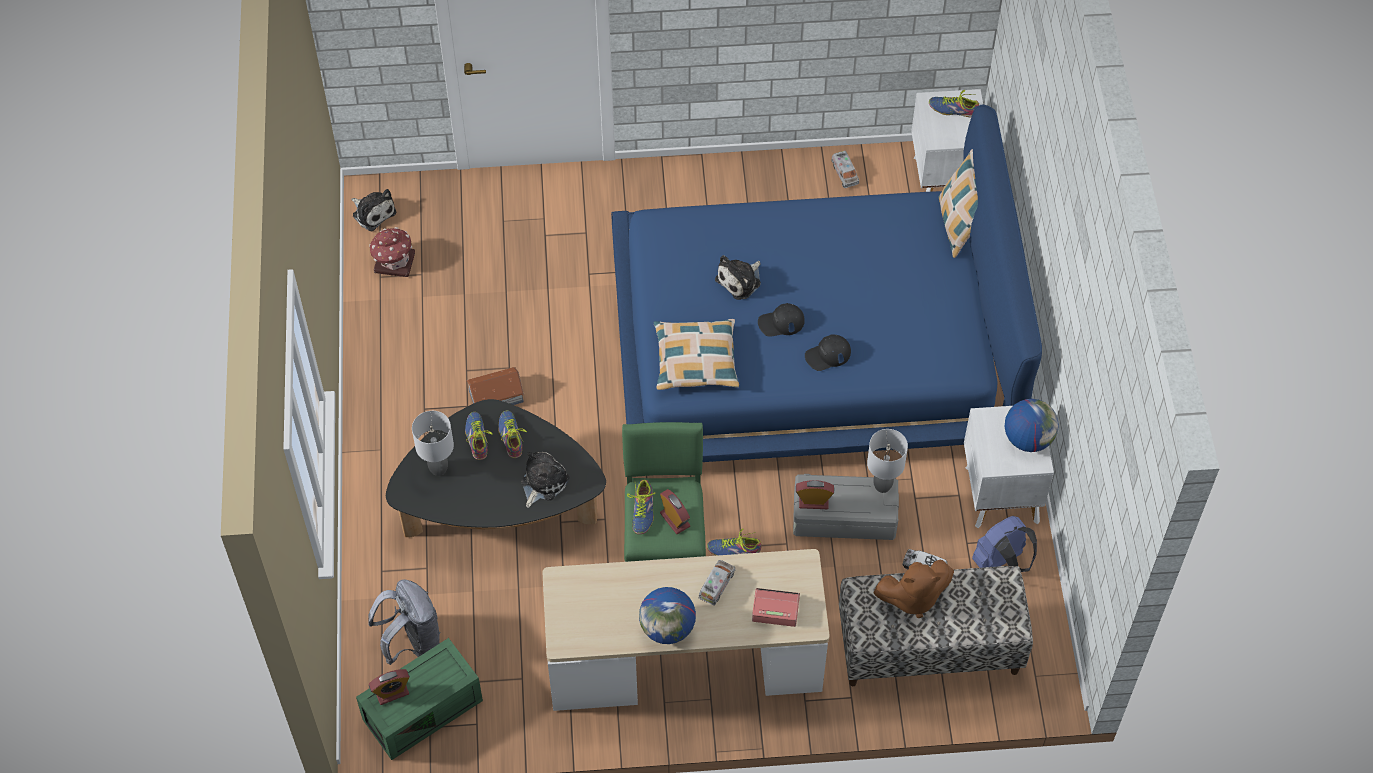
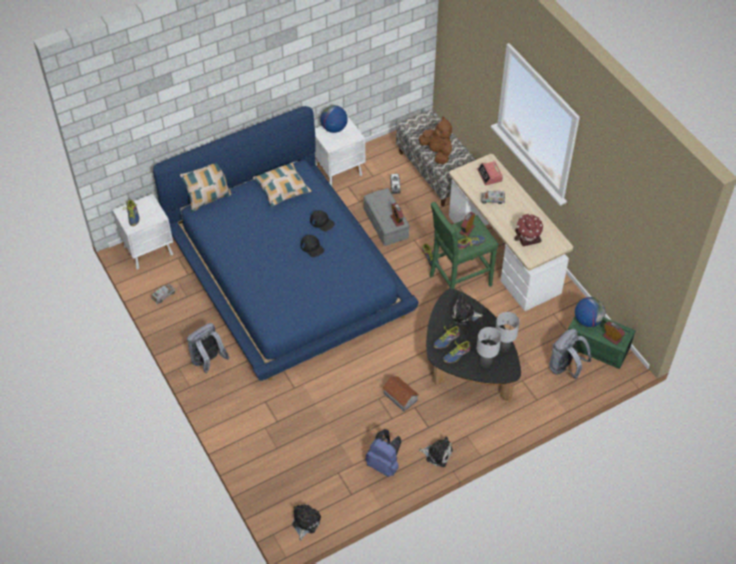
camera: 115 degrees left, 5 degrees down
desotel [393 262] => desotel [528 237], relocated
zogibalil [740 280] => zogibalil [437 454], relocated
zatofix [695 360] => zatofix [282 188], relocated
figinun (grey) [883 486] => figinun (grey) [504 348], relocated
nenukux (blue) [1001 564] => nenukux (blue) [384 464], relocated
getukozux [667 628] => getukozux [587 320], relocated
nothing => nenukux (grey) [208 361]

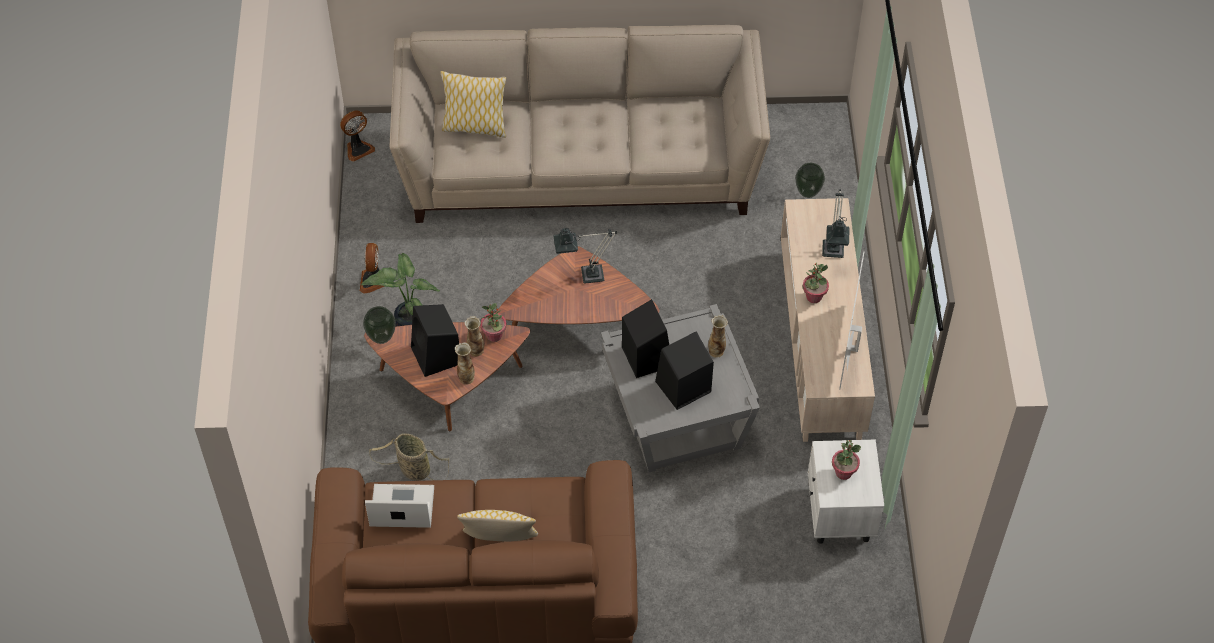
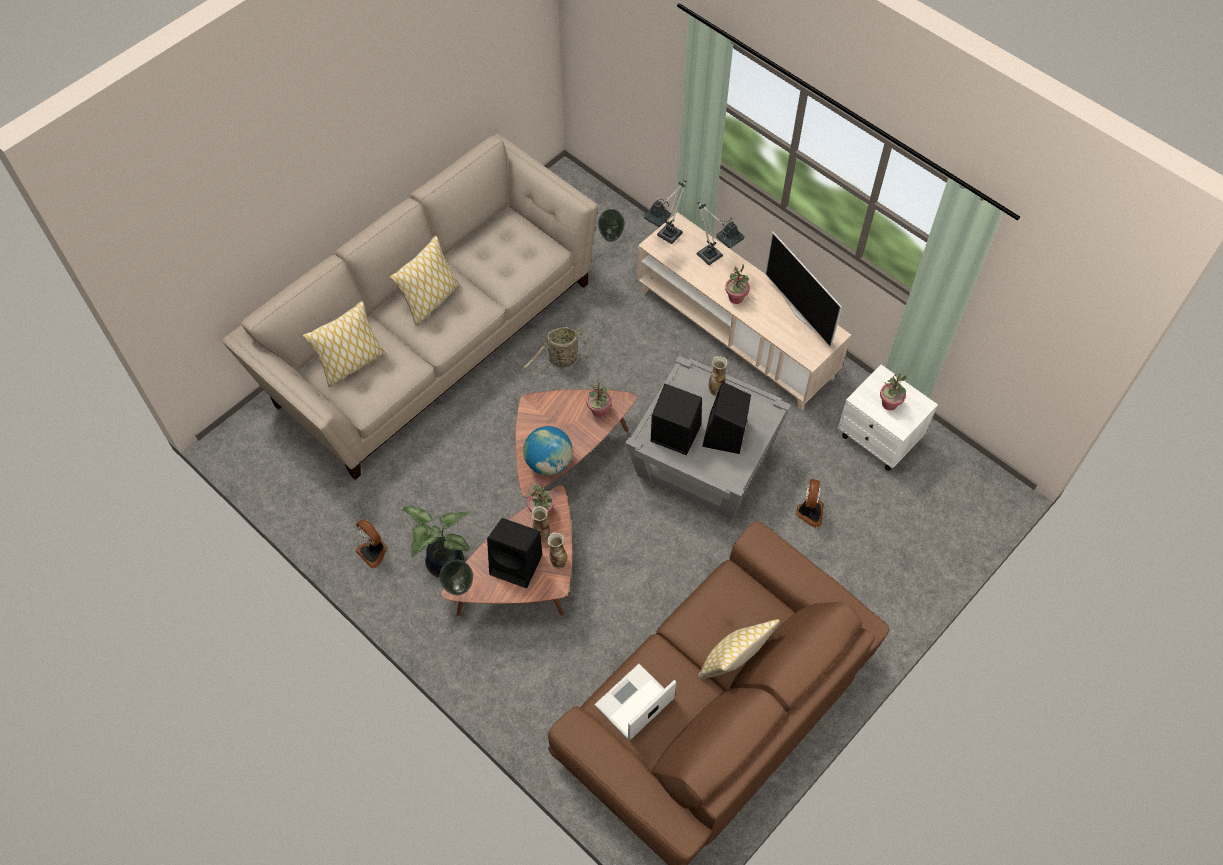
camera: 45 degrees left, 5 degrees up
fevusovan [358 149] => fevusovan [809 512], relocated
figinun [586 275] => figinun [666 238], relocated
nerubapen [412 470] => nerubapen [561 360], relocated
nothing => zatofix [431 301]
nothing => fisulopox [599 411]
nothing => getukozux [549 462]

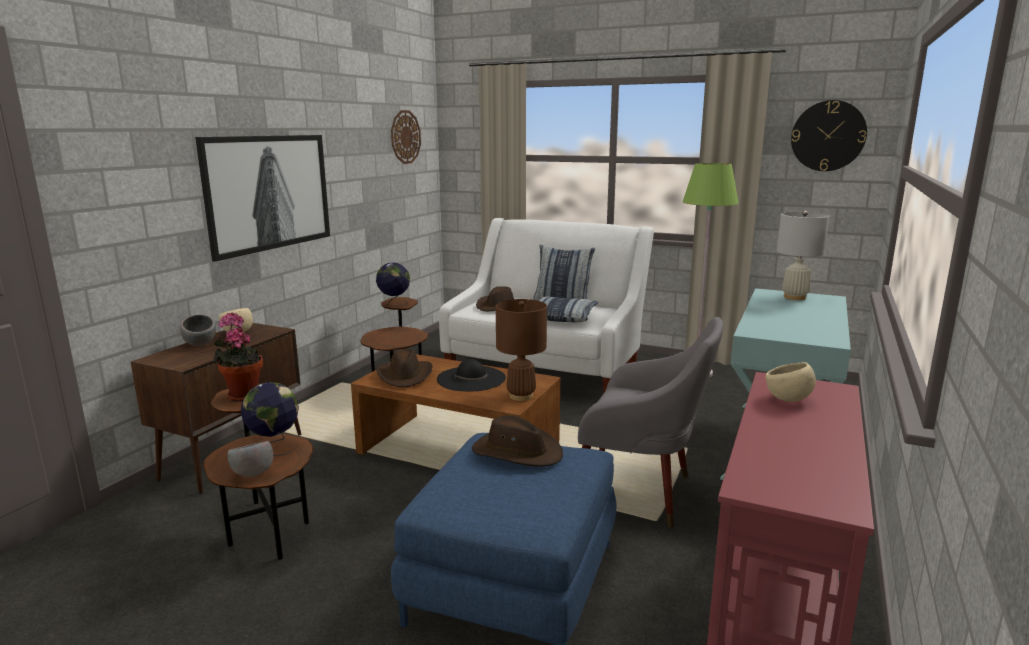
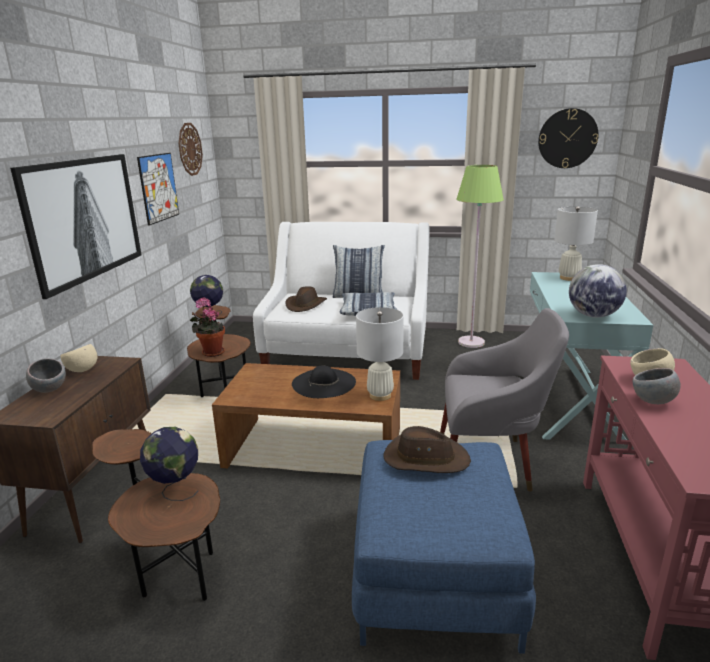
camera: 15 degrees left, 5 degrees up
figinun (brown) [521 396] => figinun (white) [380 395]
fisulopox [242 395] => fisulopox [211 352], relocated
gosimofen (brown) [405 376] => nothing
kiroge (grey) [253 474] => kiroge (grey) [653 402], relocated
nothing => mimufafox [158 187]
nothing => getukozux [593 316]

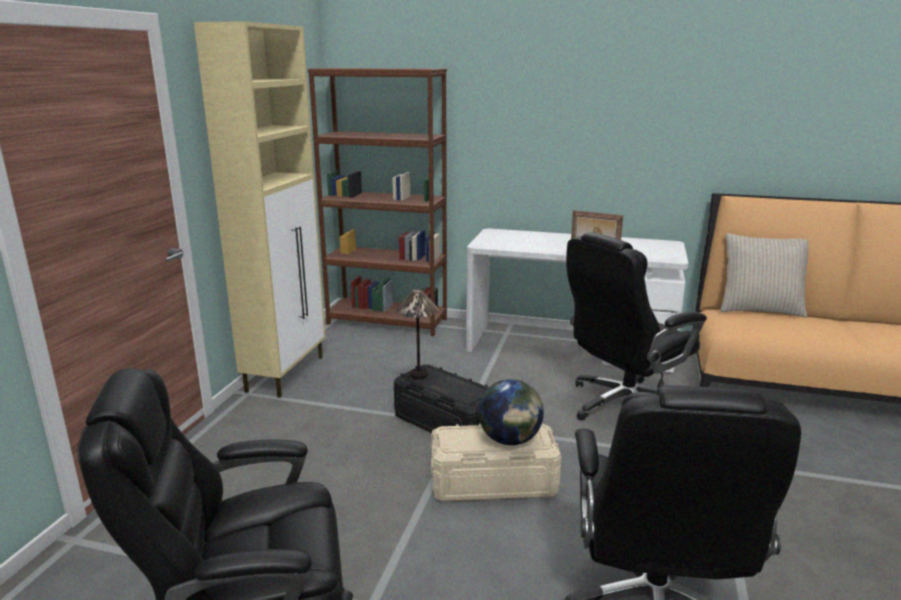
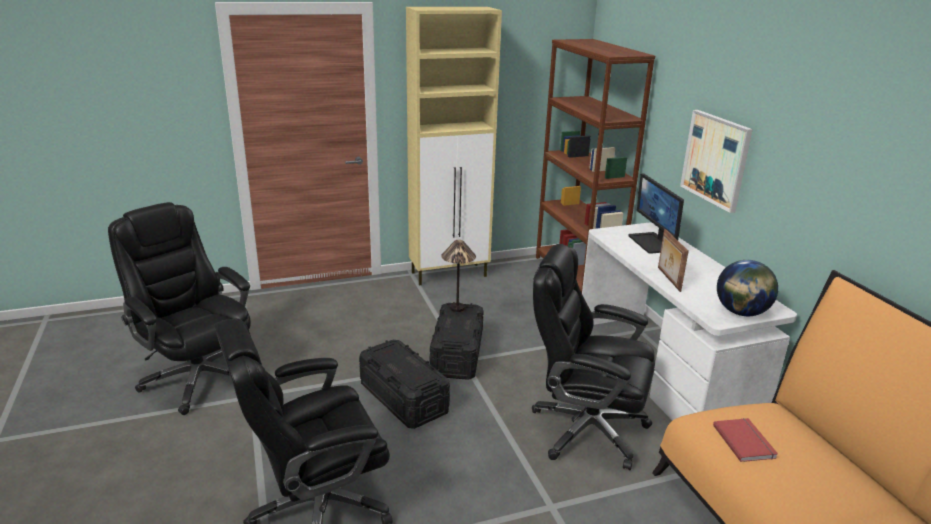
camera: 55 degrees right, 5 degrees up
zatofix (beige) [759 310] => nothing
getukozux [510 440] => getukozux [741 312], relocated
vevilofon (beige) [493 482] => vevilofon (black) [403 398]
nothing => mimufafox [716 159]
nothing => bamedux [652 243]
nothing => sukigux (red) [745 441]

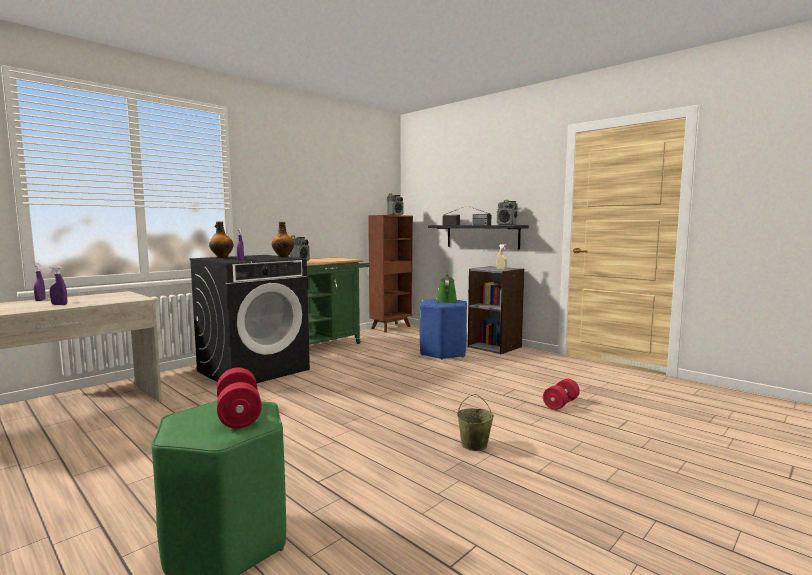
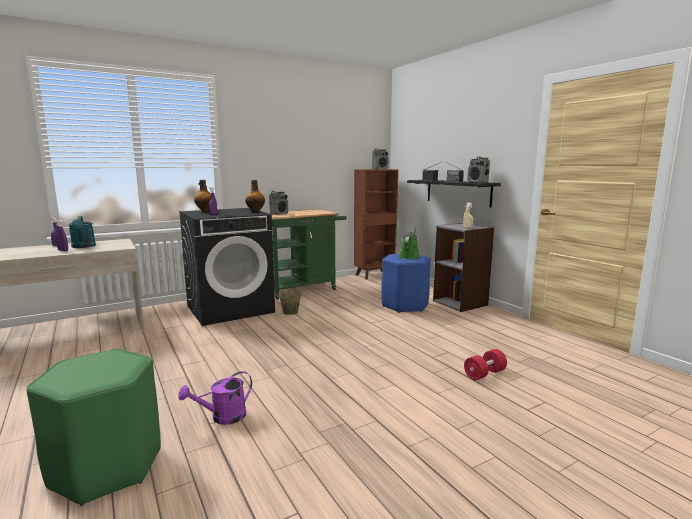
camera: 15 degrees right, 5 degrees up
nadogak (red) [239 414] => nothing
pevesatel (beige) [474 445] => pevesatel (beige) [290 312], relocated
nothing => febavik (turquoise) [83 246]
nothing => febavik (purple) [222 417]

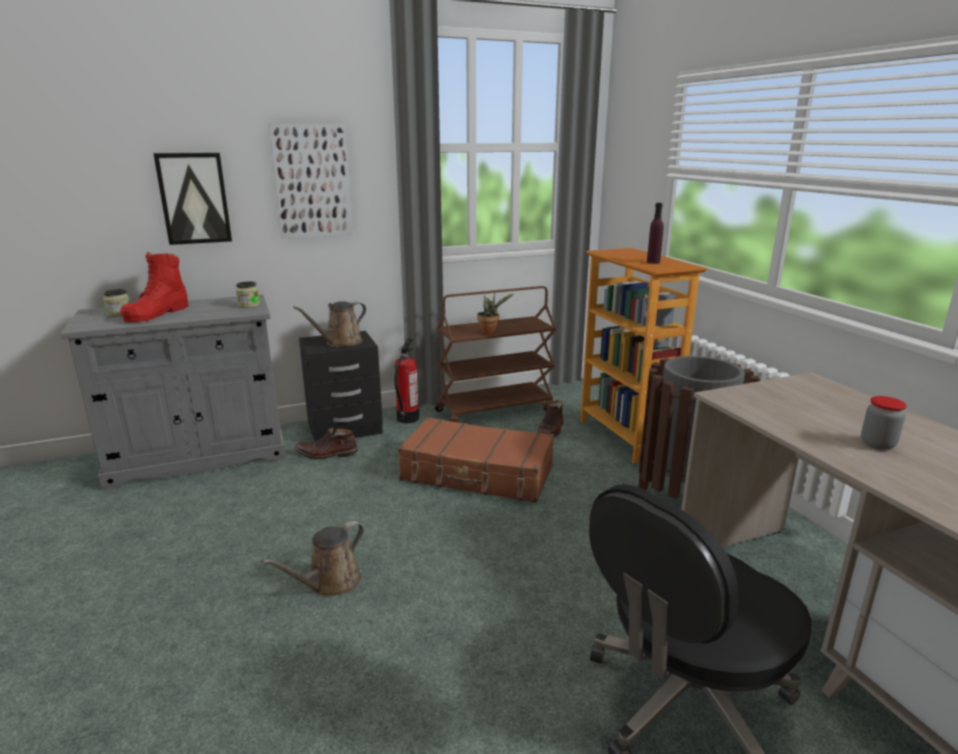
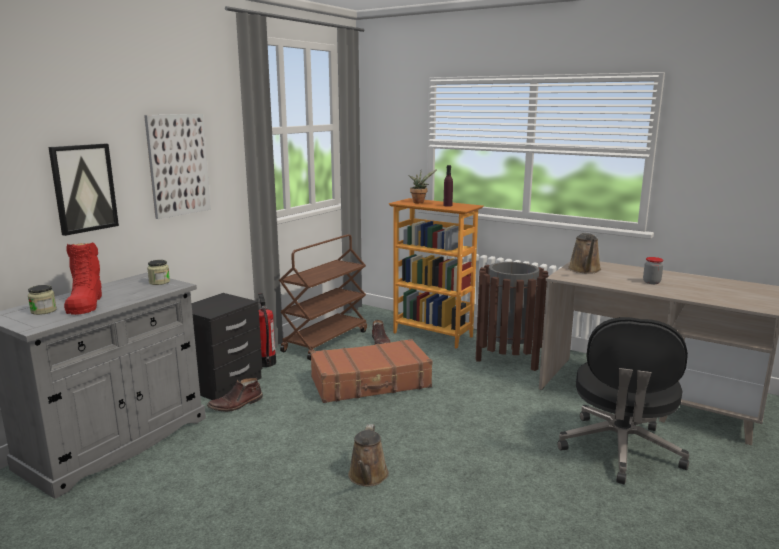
camera: 35 degrees left, 5 degrees down
fisulopox [490 331] => fisulopox [419 202], relocated
febavik (brown) [340 342] => febavik (brown) [585 270], relocated

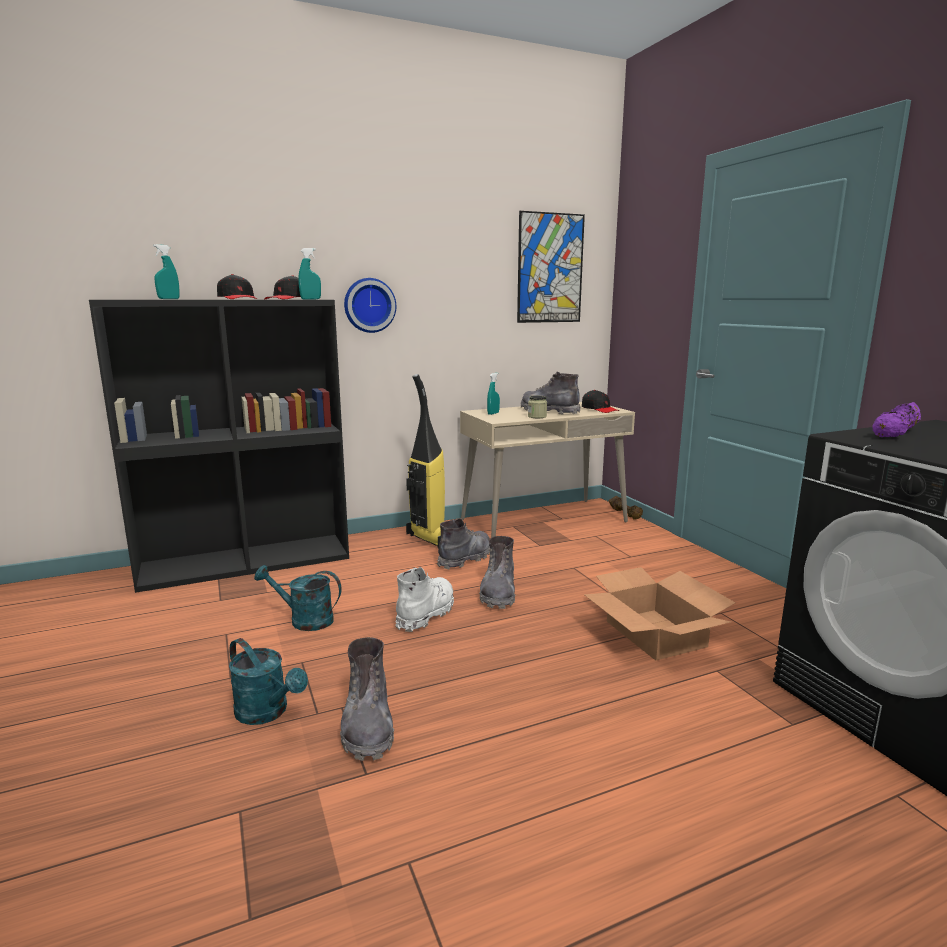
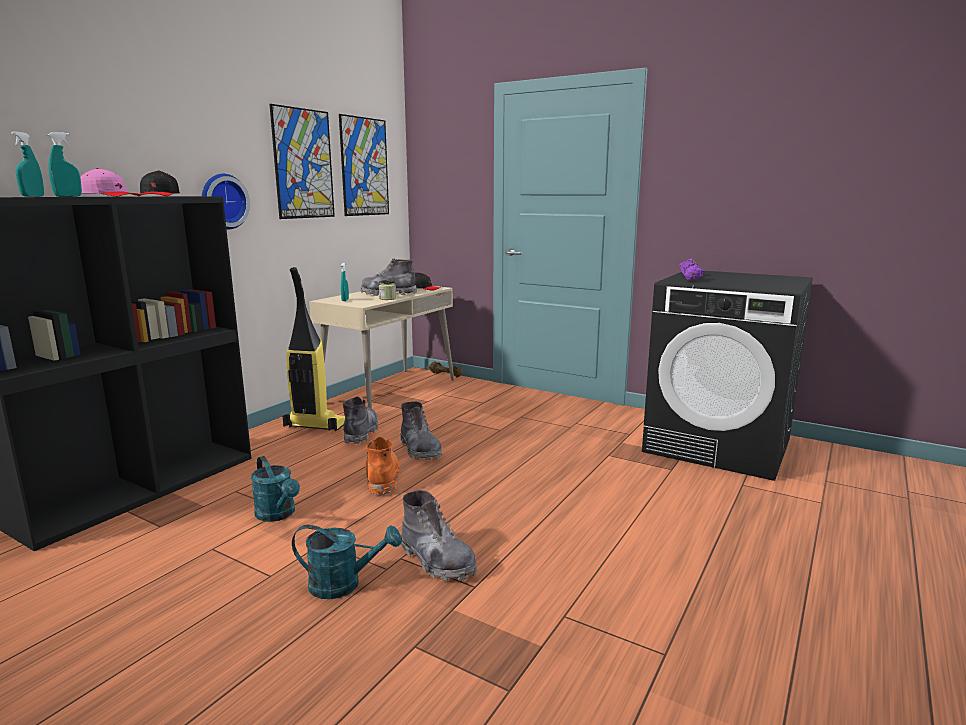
camera: 35 degrees left, 0 degrees up
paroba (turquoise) [310 299] => paroba (turquoise) [68 196], relocated
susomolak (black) [238 299] => susomolak (pink) [111 196]
febavik (turquoise) [304 620] => febavik (turquoise) [278 515], 105 degrees counterclockwise
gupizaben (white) [426 614] => gupizaben (orange) [382 479]
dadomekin [655 634] => nothing
nothing => mimufafox [303 164]

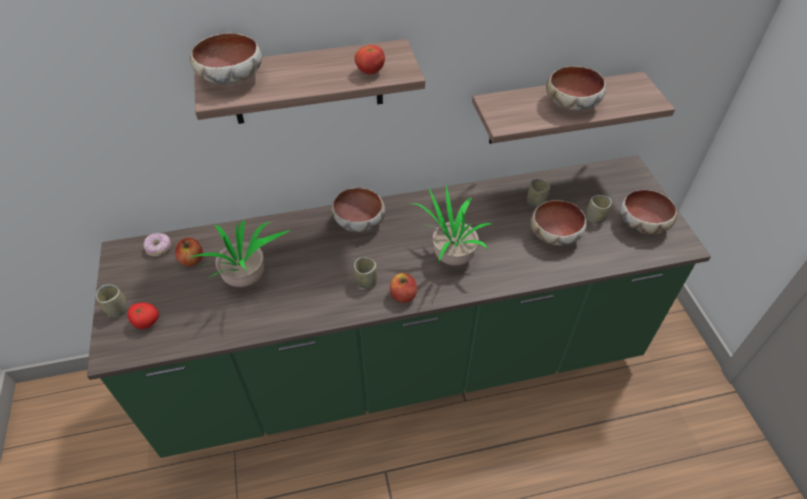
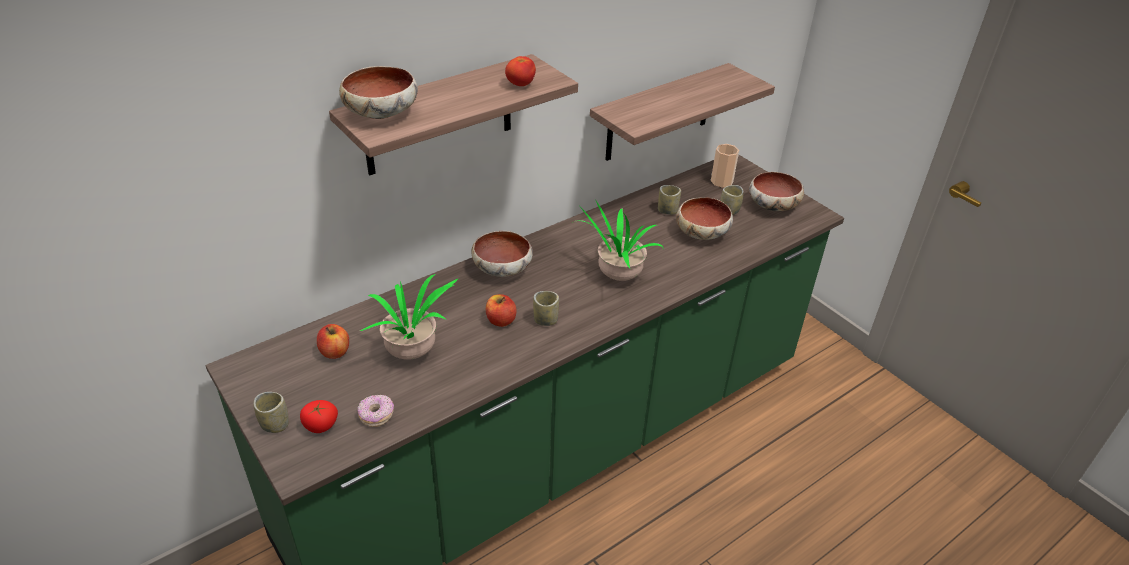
camera: 25 degrees left, 10 degrees down
kiroge [572 103] => nothing
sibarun [159 248] => sibarun [376 415], relocated
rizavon [403 295] => rizavon [500 320], relocated
nothing => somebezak [721 181]

